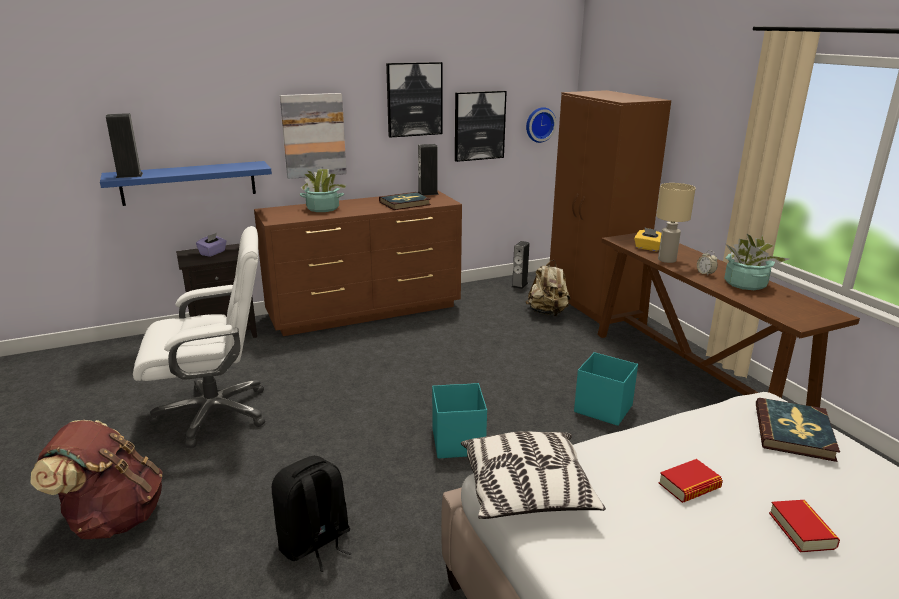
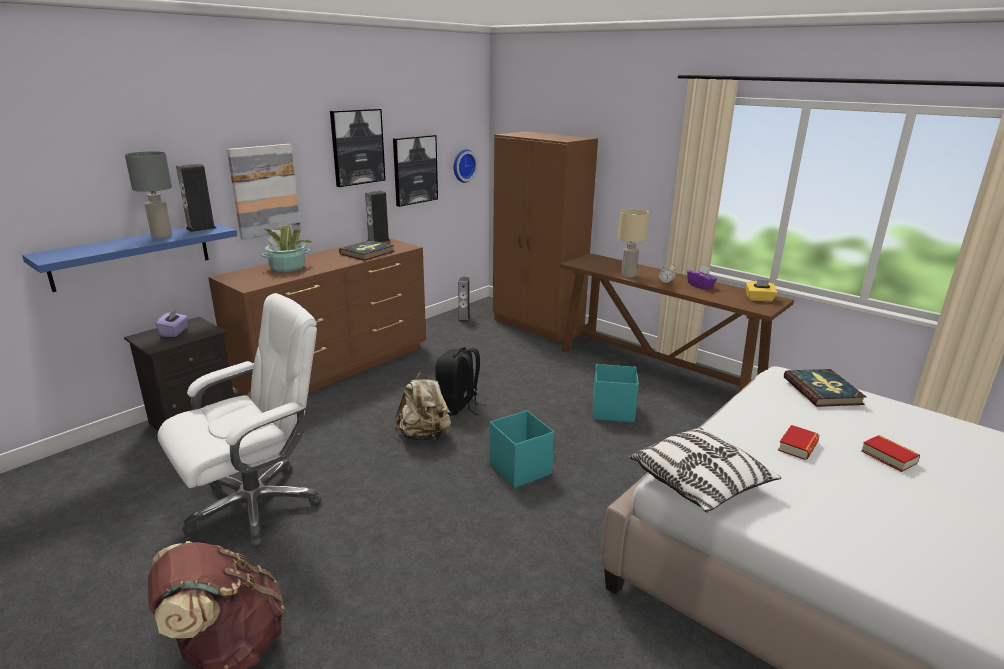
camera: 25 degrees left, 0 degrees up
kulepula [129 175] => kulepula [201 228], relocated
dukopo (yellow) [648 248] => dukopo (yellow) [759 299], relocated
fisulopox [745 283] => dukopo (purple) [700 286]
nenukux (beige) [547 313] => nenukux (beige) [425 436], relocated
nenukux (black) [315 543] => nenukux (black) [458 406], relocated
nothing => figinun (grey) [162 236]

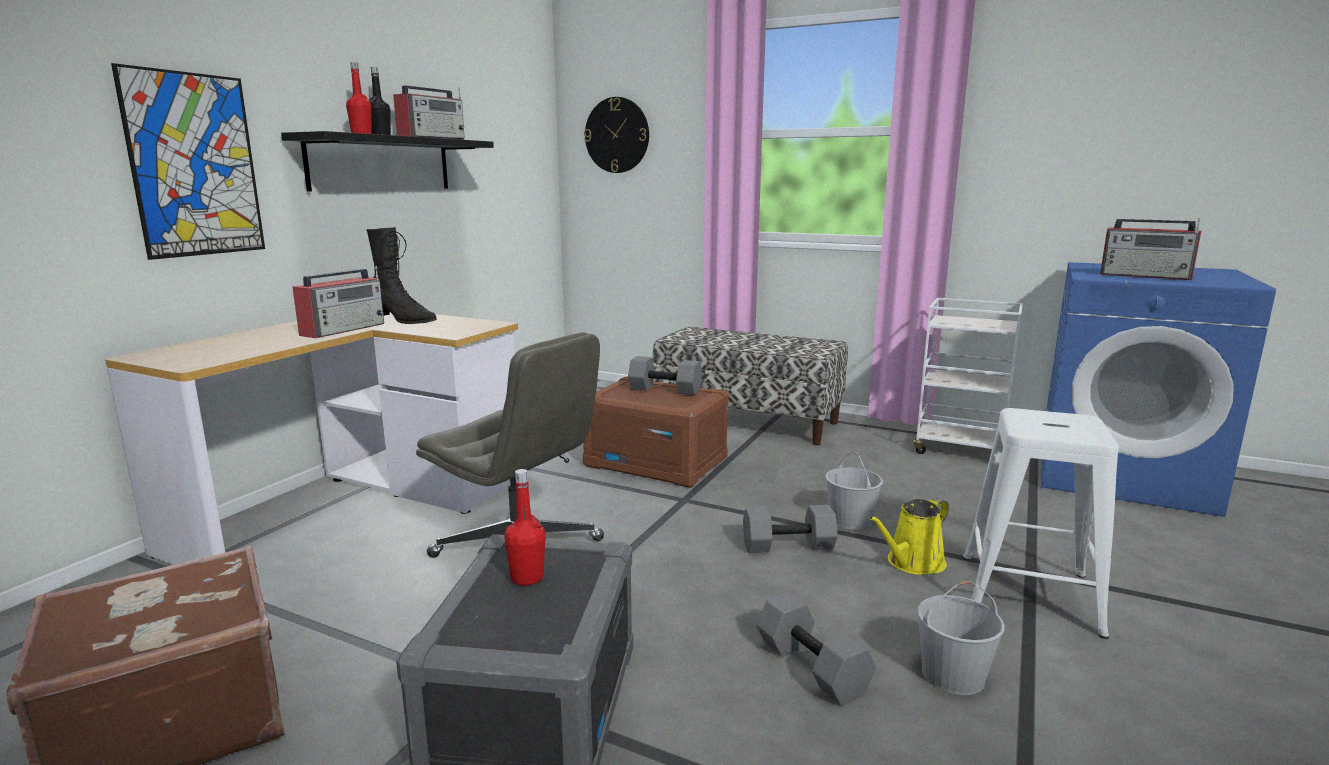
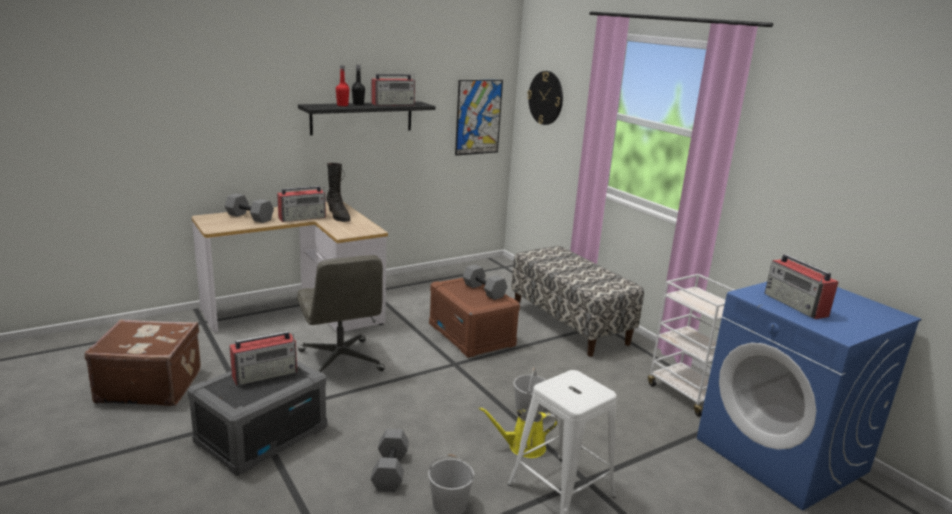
camera: 30 degrees right, 5 degrees up
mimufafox [194 165] => mimufafox [478 117], relocated
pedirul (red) [527 577] => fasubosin [266 374]
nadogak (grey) [788 545] => nadogak (grey) [250 217], relocated

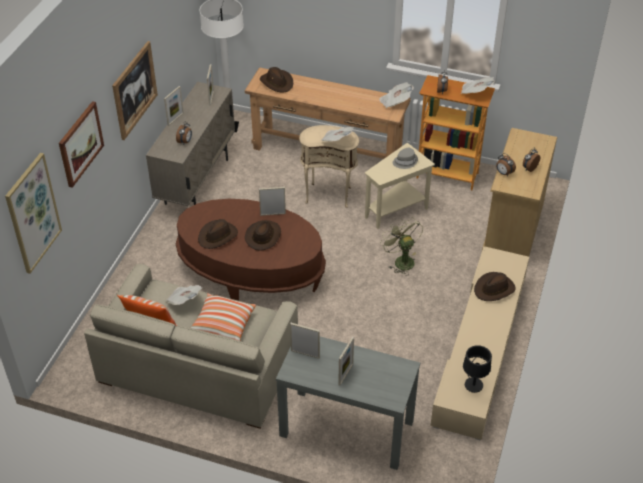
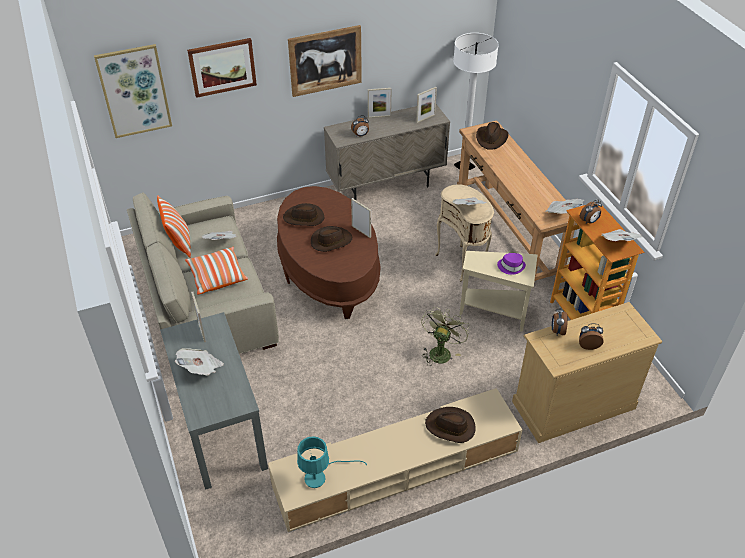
camera: 50 degrees right, 0 degrees up
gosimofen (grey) [405 161] => gosimofen (purple) [511 266]
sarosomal [345 374] => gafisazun [201 368]
figinun (black) [473 382] => figinun (turquoise) [320 477]

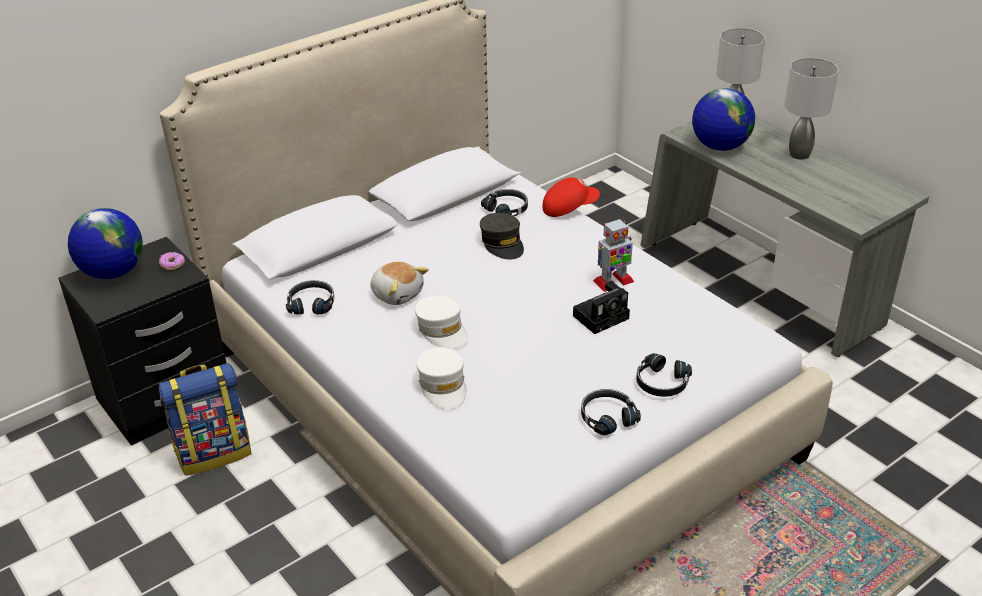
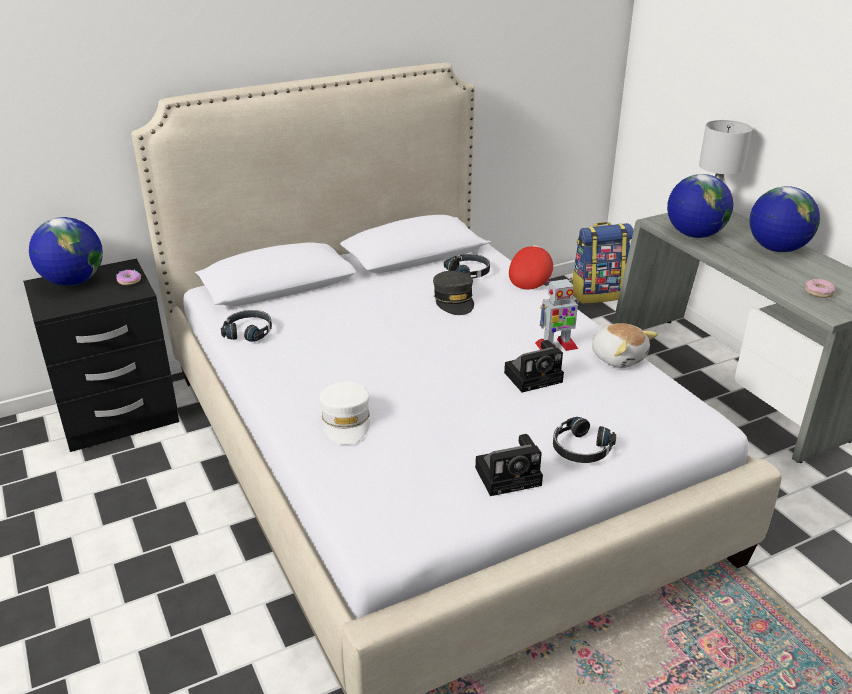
camera: 10 degrees right, 5 degrees down
figinun (grey) [798 154] => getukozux [776 249]
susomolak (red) [569 208] => susomolak (red) [530 277], 60 degrees counterclockwise
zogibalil [397 293] => zogibalil [618 357], relocated
susomolak (white) [442 330] => nothing
nenukux [214 452] => nenukux [598 294], relocated
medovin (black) [607 417] => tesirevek [510 475]
nothing => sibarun [819 292]

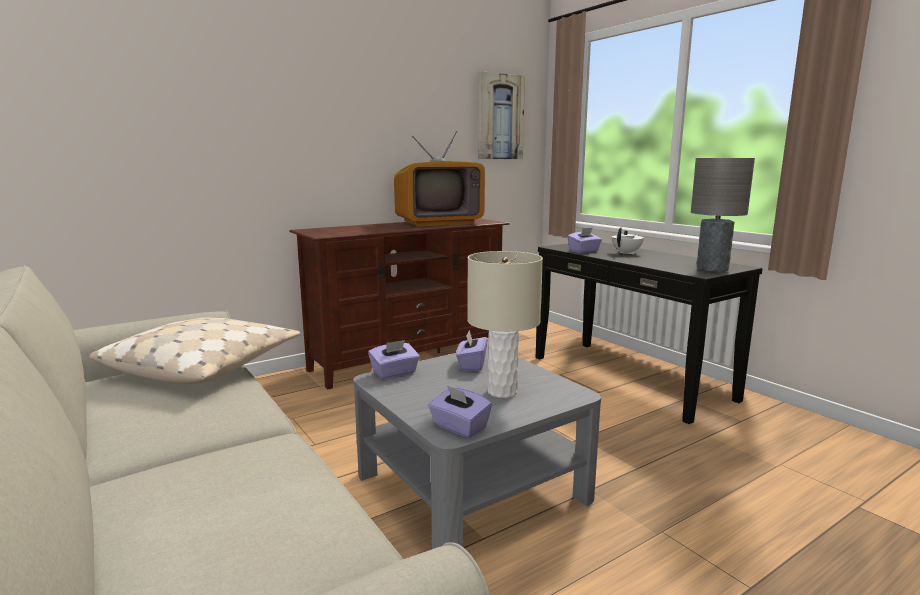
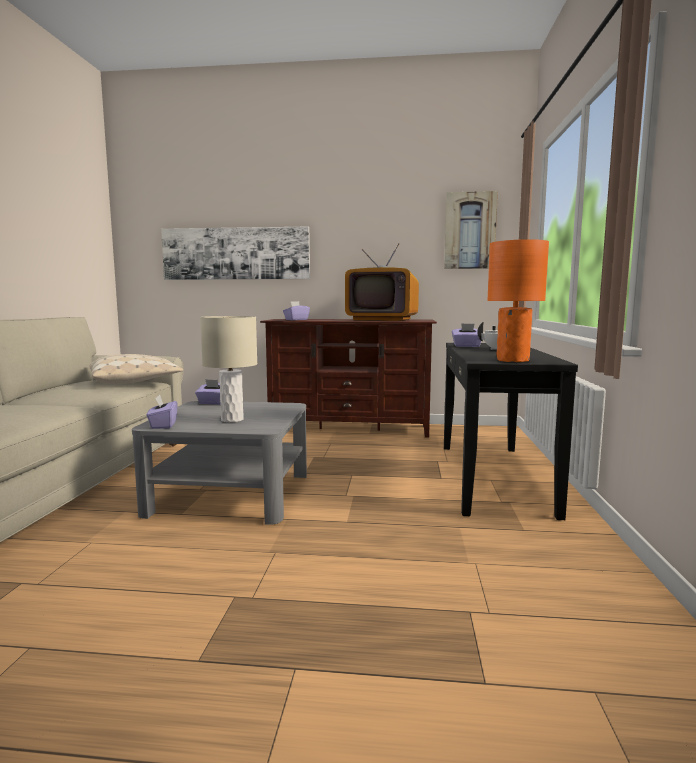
camera: 40 degrees right, 5 degrees down
figinun (grey) [712 269] => figinun (orange) [512 360]
dukopo (purple) [471 364] => dukopo (purple) [296 320], relocated
nothing => mimufafox [235 254]

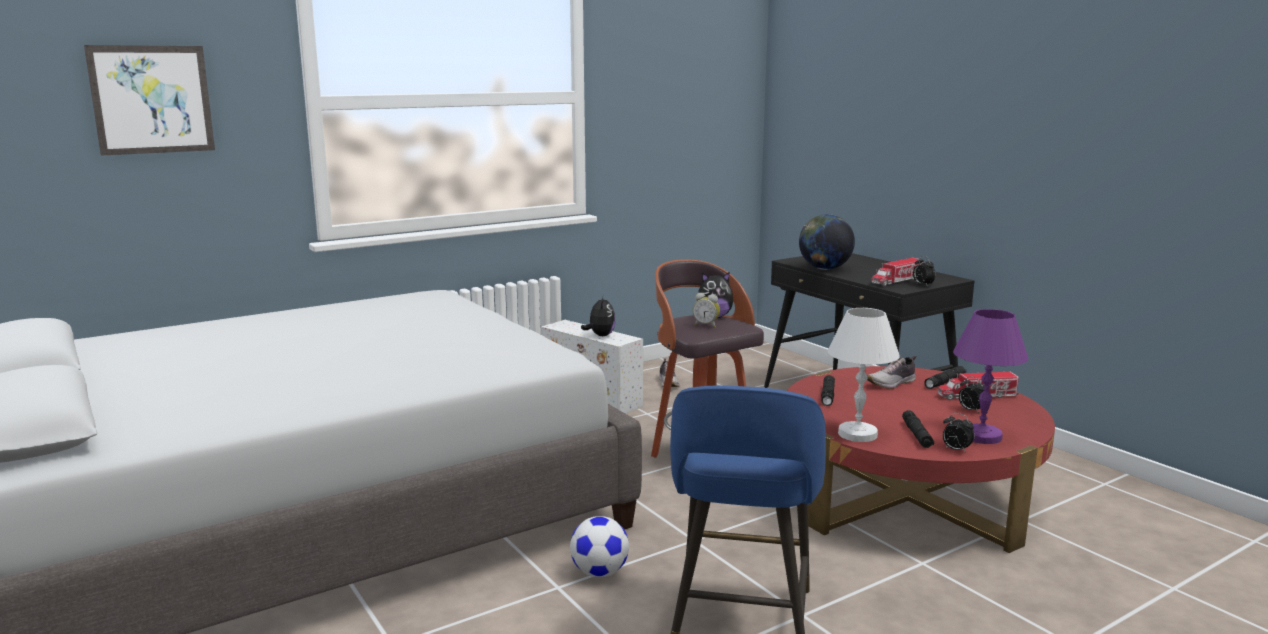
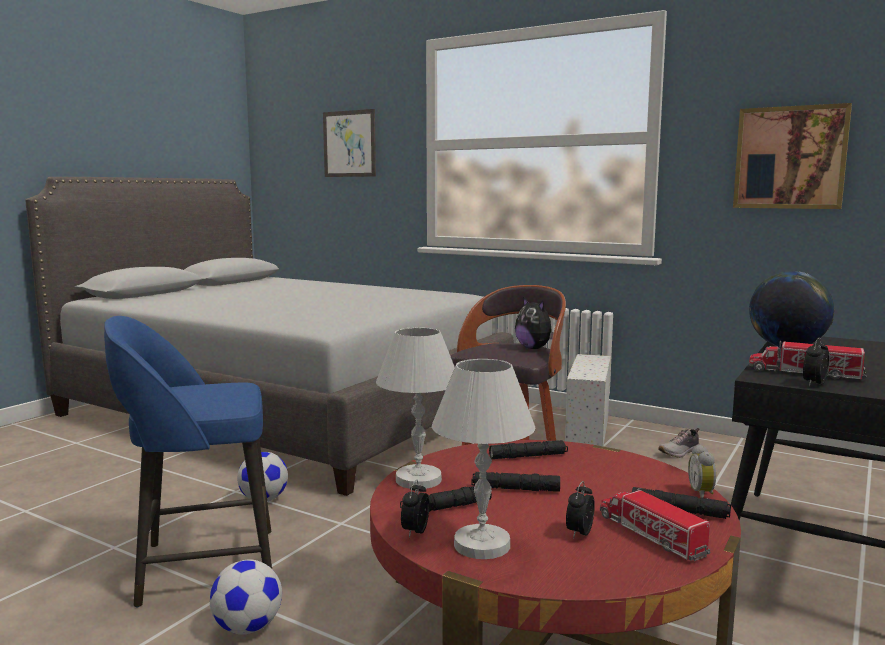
camera: 65 degrees right, 5 degrees down
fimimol [706 325] => fimimol [702 494], relocated
zogibalil [600 335] => nothing
figinun (purple) [982 436] => figinun (white) [482 545]
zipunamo [892 383] => nothing
nothing => mimufafox [790 158]
nothing => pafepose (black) [515 489]
nothing => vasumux [248 628]

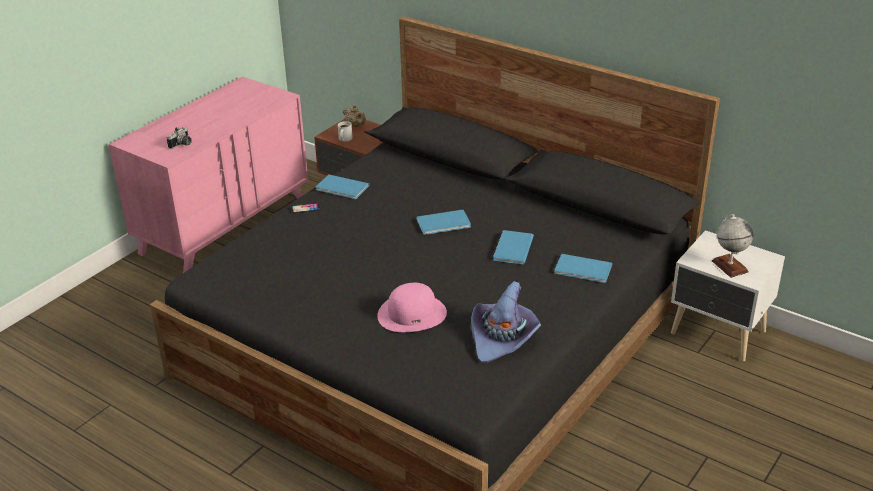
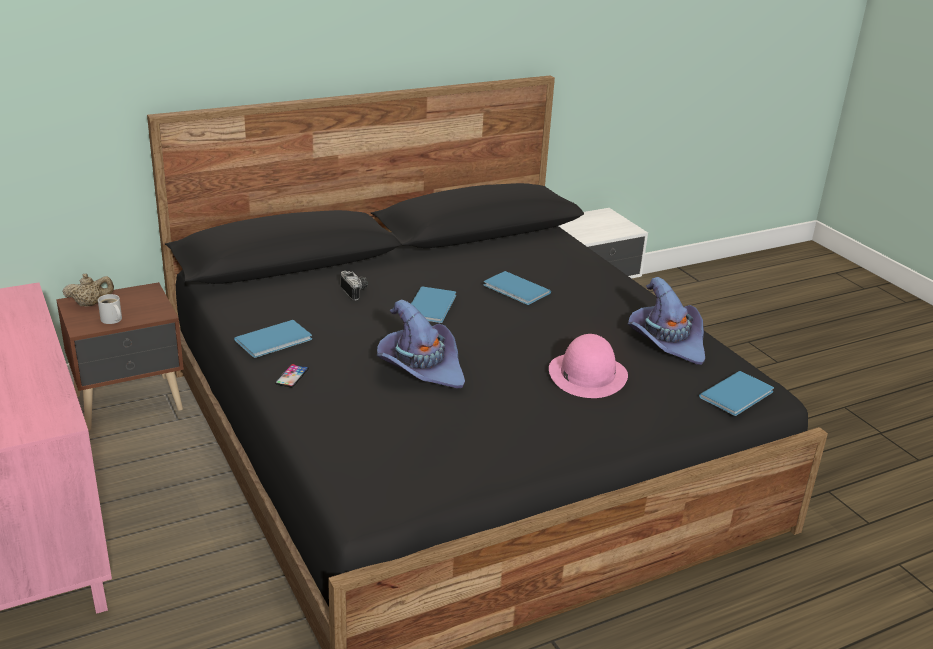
camera: 65 degrees left, 5 degrees down
tesirevek [182 144] => tesirevek [356 292], relocated
getukozux [729 266] => nothing
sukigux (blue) [584 270] => sukigux (blue) [739 394], relocated
nothing => gosimofen (purple) [421 367]

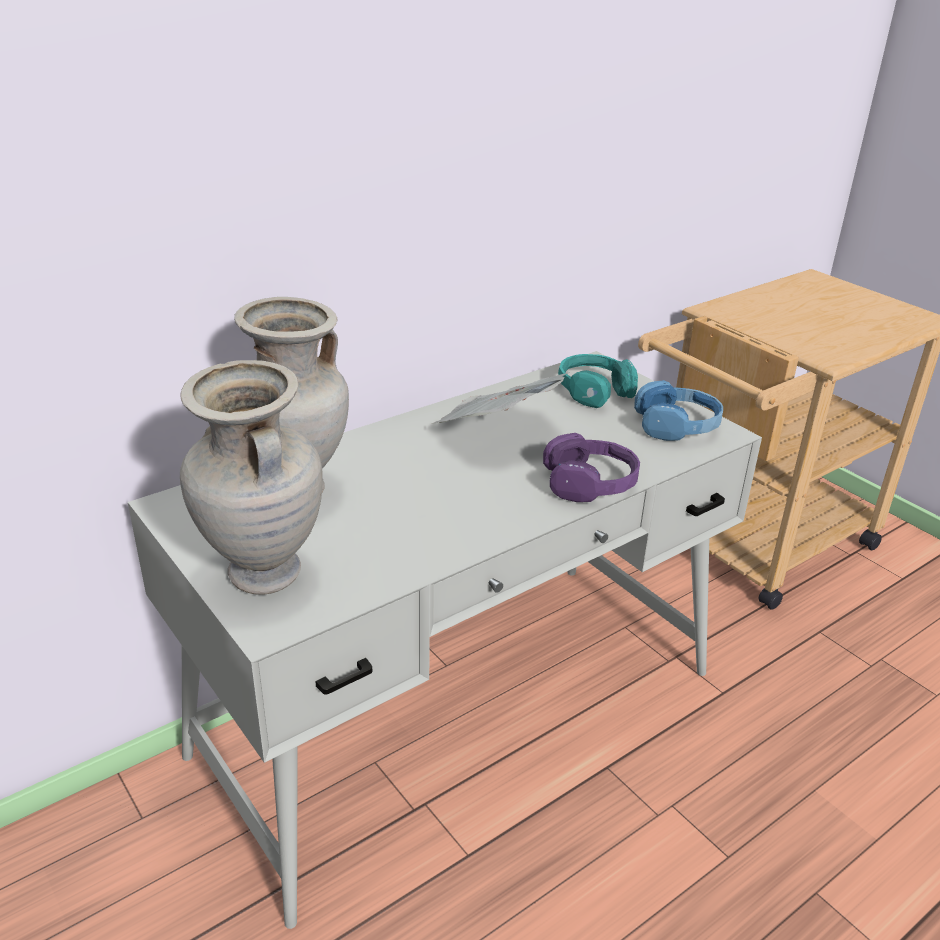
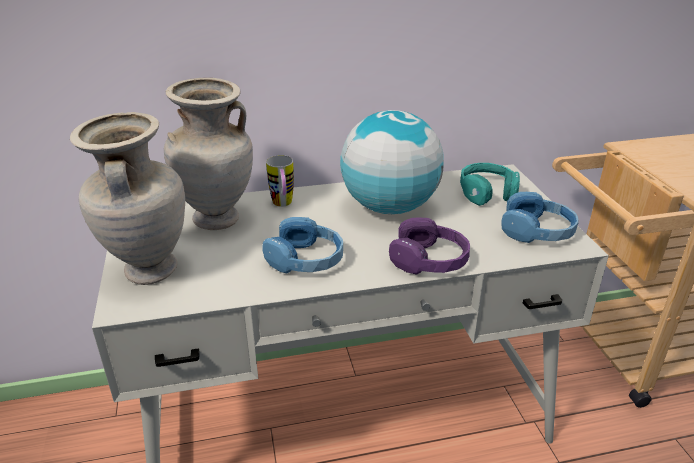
camera: 25 degrees right, 0 degrees up
gafisazun [497 430] => getukozux [389 207]
nothing => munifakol [283 205]
nothing => medovin (blue) [306 260]

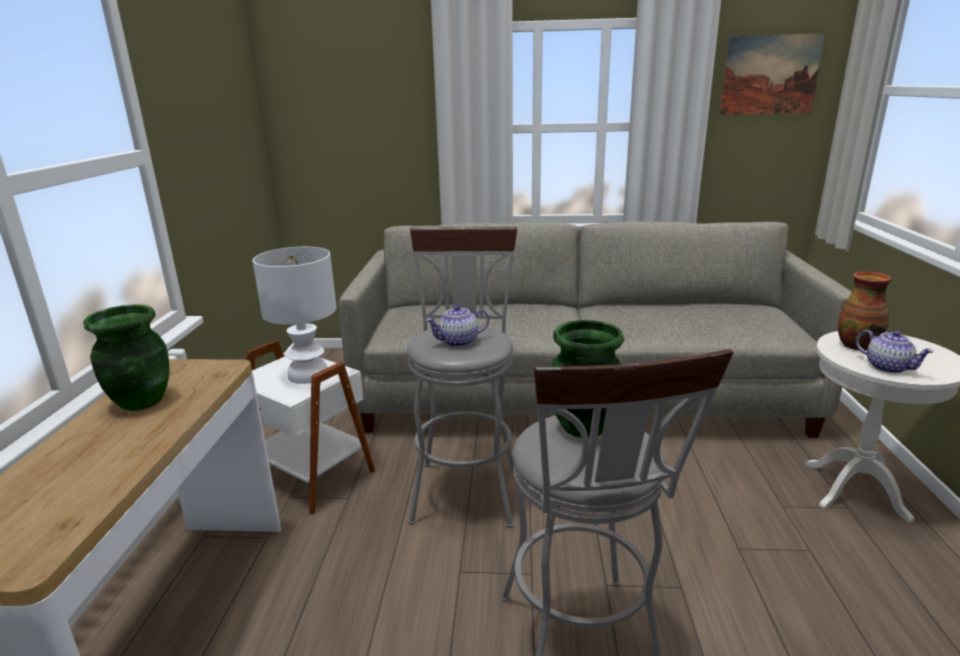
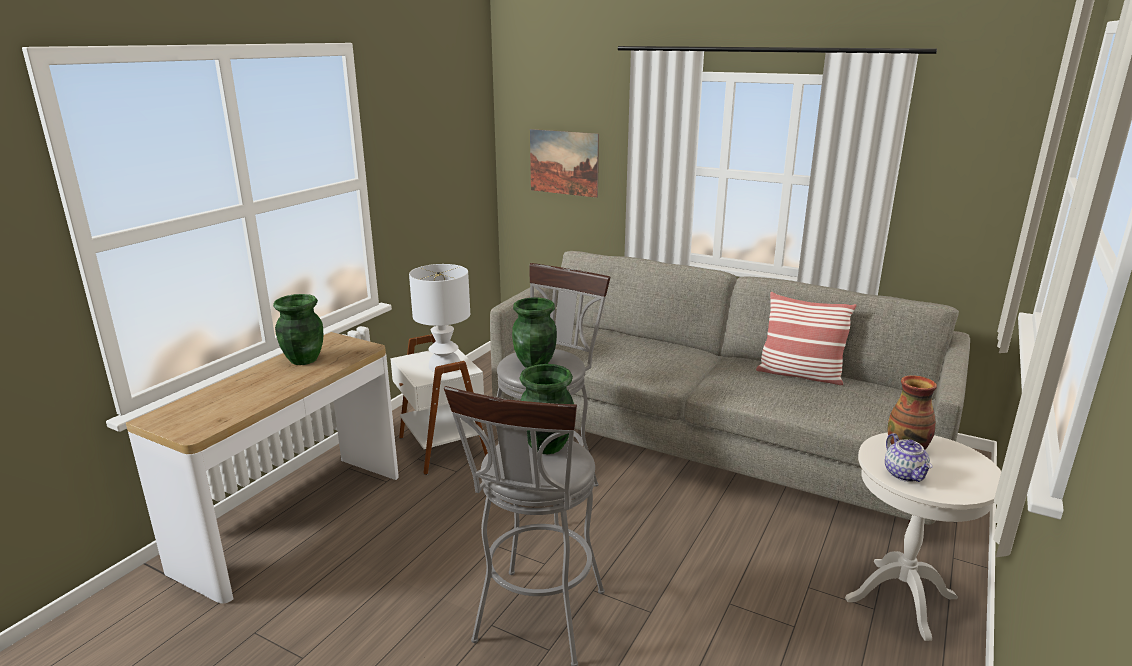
camera: 25 degrees right, 0 degrees up
mimufafox [770 75] => mimufafox [564 162], relocated
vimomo [458 342] => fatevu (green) [535 364]
nothing => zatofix [799 374]

